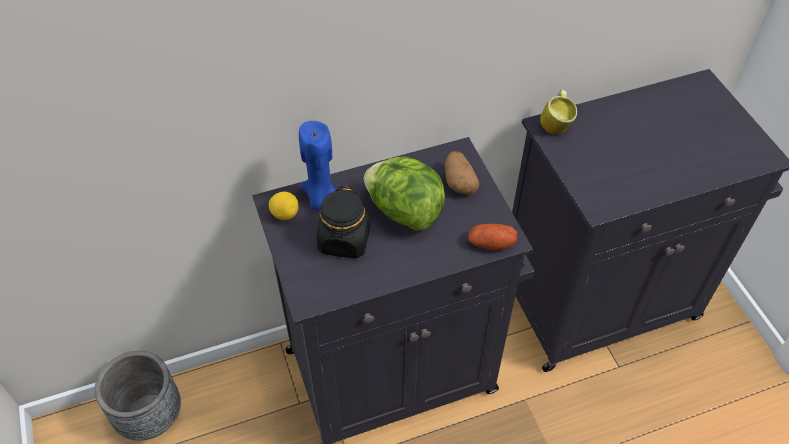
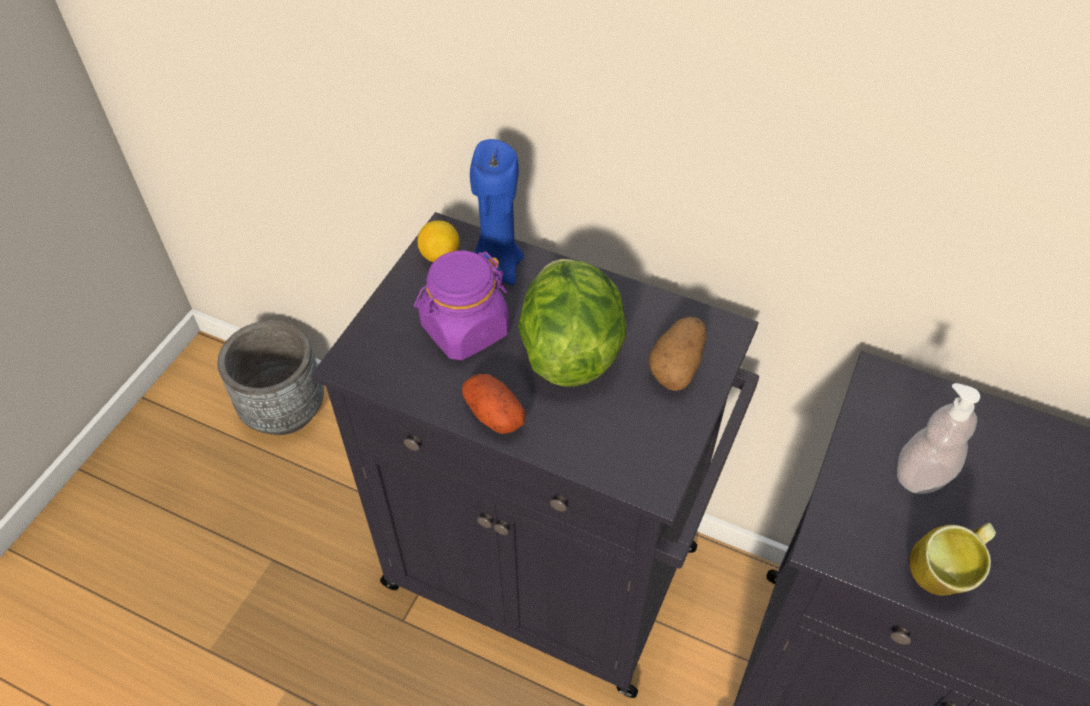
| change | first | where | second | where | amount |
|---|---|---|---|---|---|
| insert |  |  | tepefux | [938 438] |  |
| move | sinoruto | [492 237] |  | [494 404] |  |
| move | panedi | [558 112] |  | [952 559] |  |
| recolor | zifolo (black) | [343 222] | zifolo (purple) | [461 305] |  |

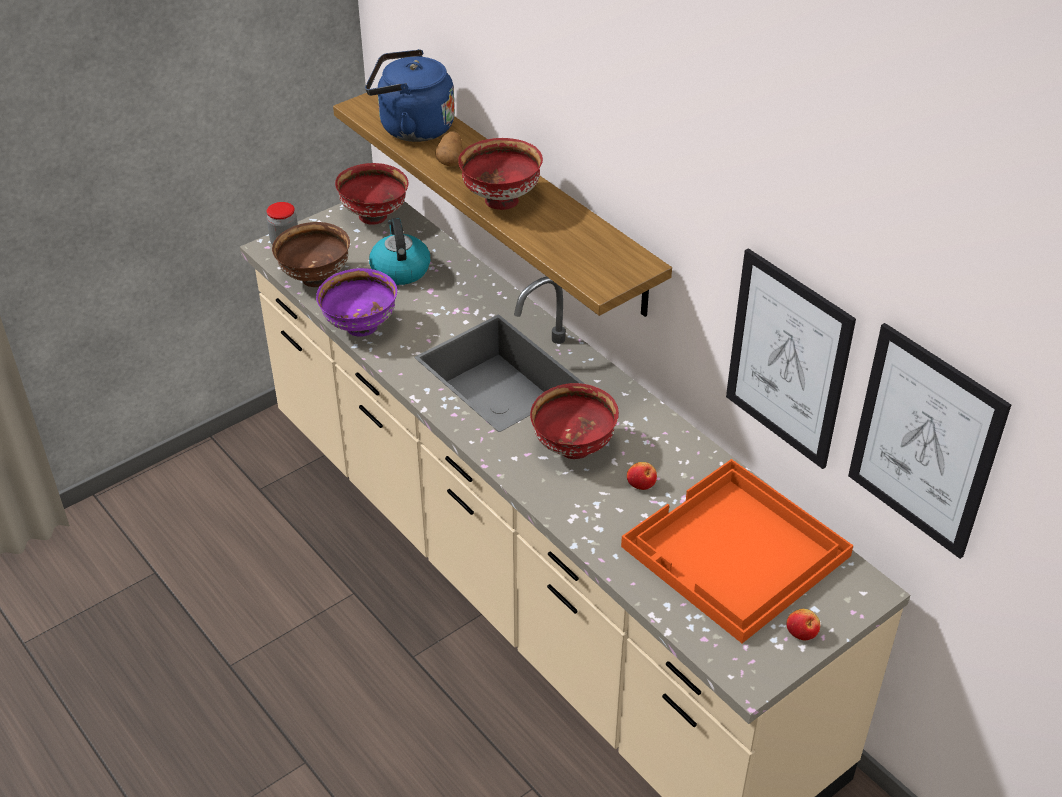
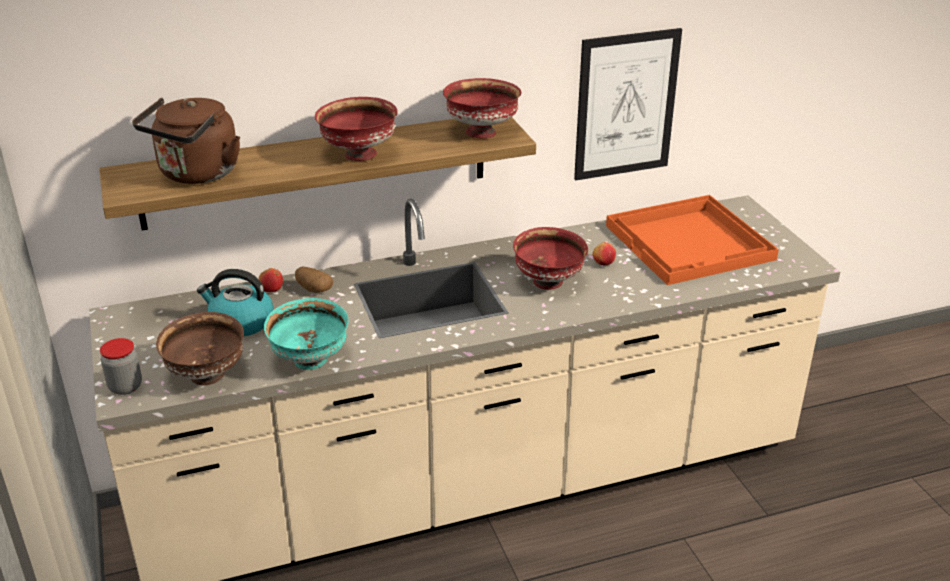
| change | first | where | second | where | amount |
|---|---|---|---|---|---|
| delete | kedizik | [929 441] |  |  |  |
| move | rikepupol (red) | [371 194] |  | [482 108] |  |
| move | sinoruto | [448 149] |  | [314 279] |  |
| move | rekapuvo | [803 624] |  | [271 280] |  |
| recolor | rikepupol (purple) | [356 302] | rikepupol (turquoise) | [306 334] |  |
| recolor | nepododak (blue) | [410 95] | nepododak (brown) | [186 140] |  |

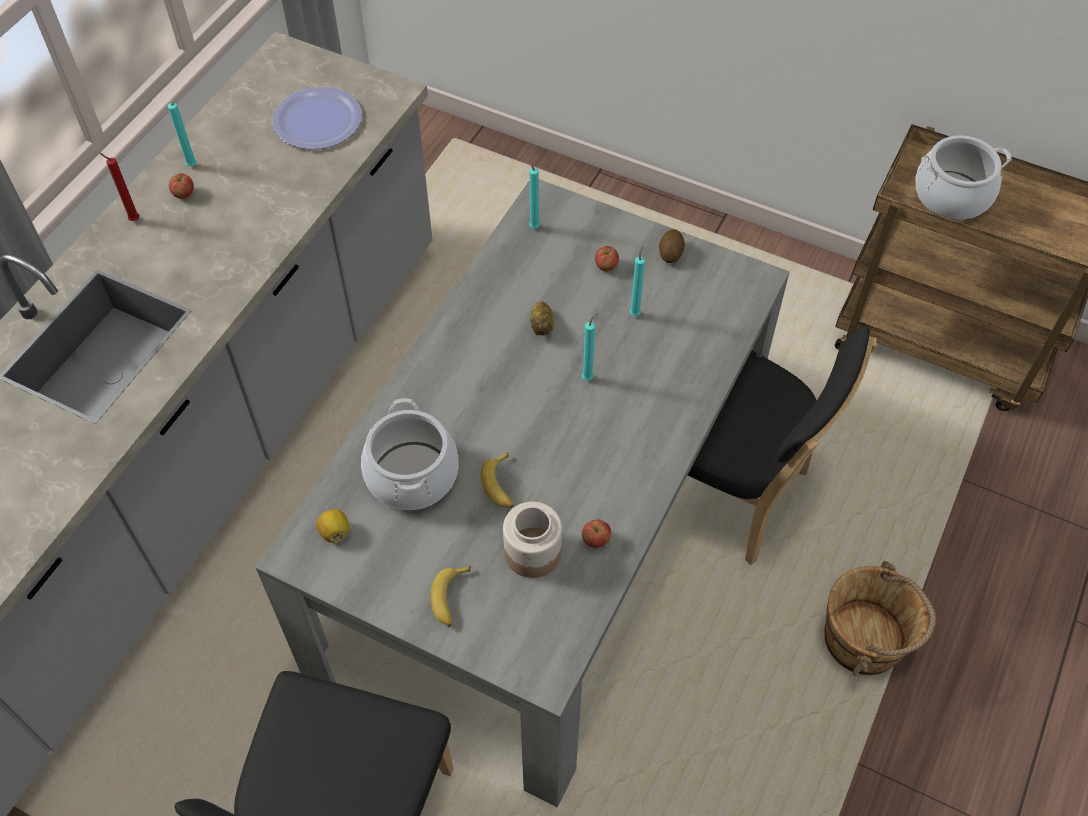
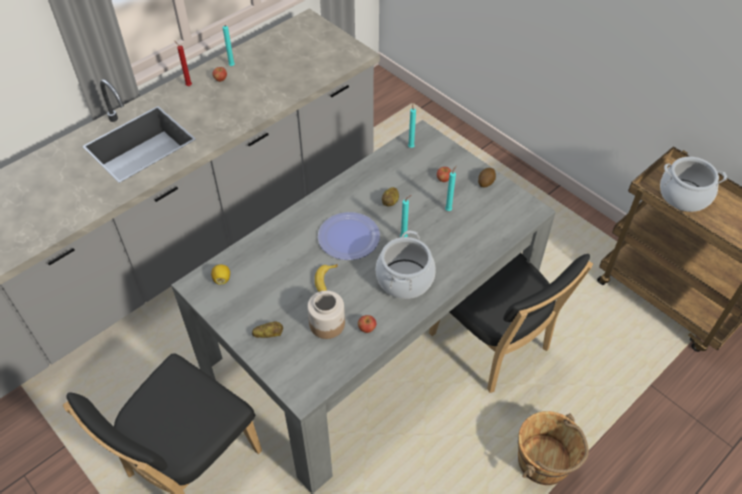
| change | first | where | second | where | amount |
|---|---|---|---|---|---|
| move | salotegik | [317 118] |  | [349 236] |  |
| move | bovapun | [409 454] |  | [406 265] |  |
| replace | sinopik | [451 596] | sinoruto | [267 330] |  |

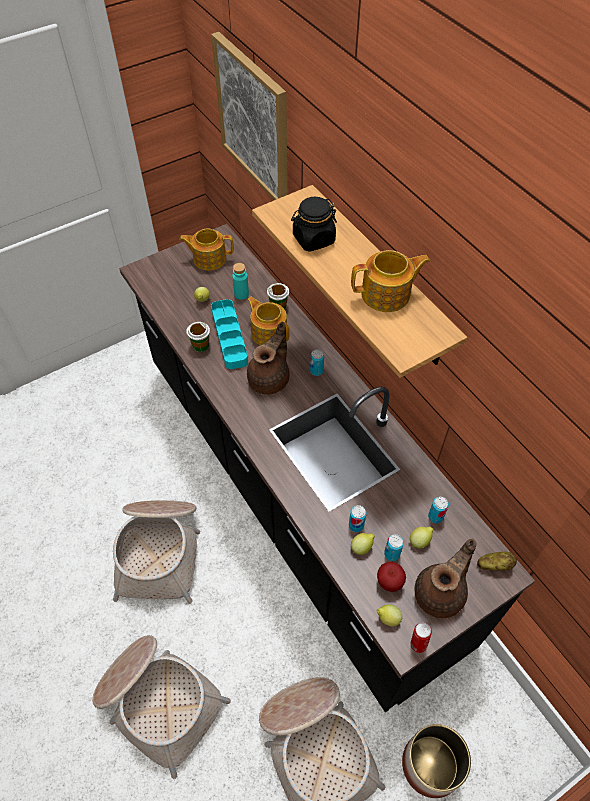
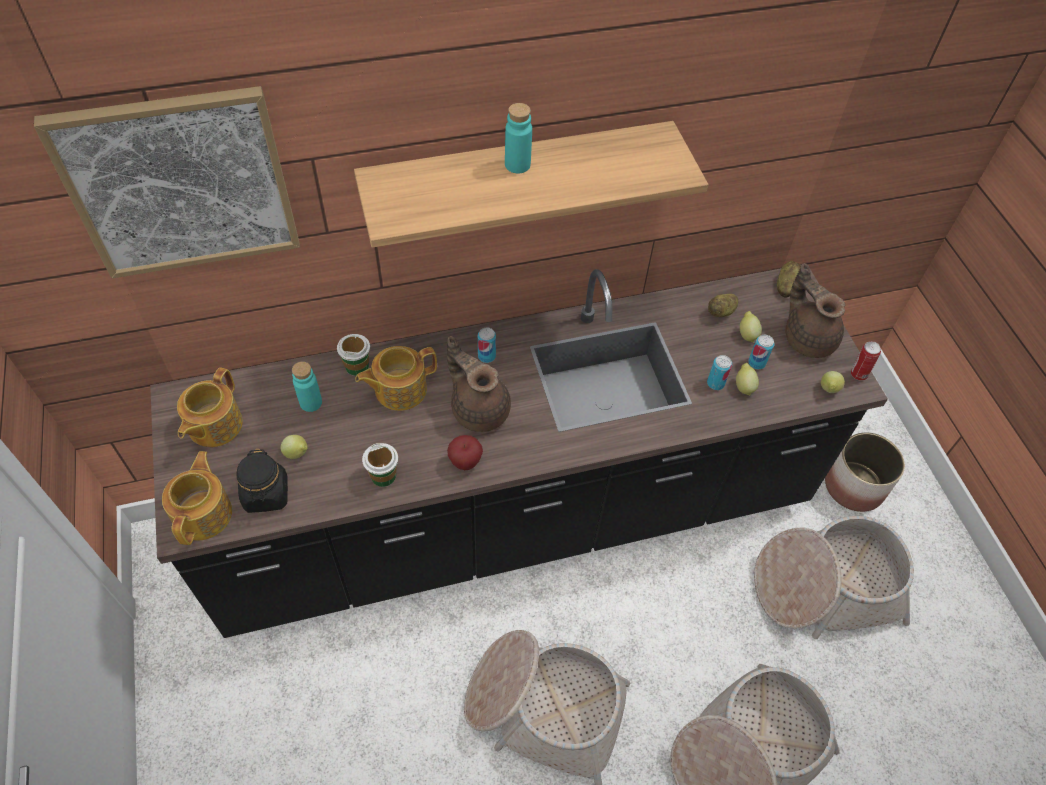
| change | first | where | second | where | amount |
|---|---|---|---|---|---|
| delete | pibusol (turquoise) | [229 334] |  |  |  |
| insert |  |  | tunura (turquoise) | [518 138] |  |
| move | zifolo (black) | [314 224] |  | [262 481] |  |
| move | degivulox | [390 281] |  | [197 498] |  |
| move | rekapuvo | [391 577] |  | [465 452] |  |
| replace | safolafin | [438 510] | sinoruto | [723 305] |  |

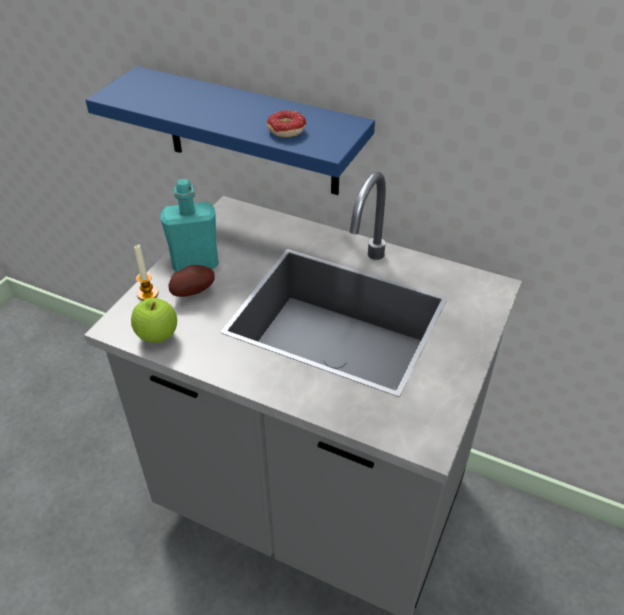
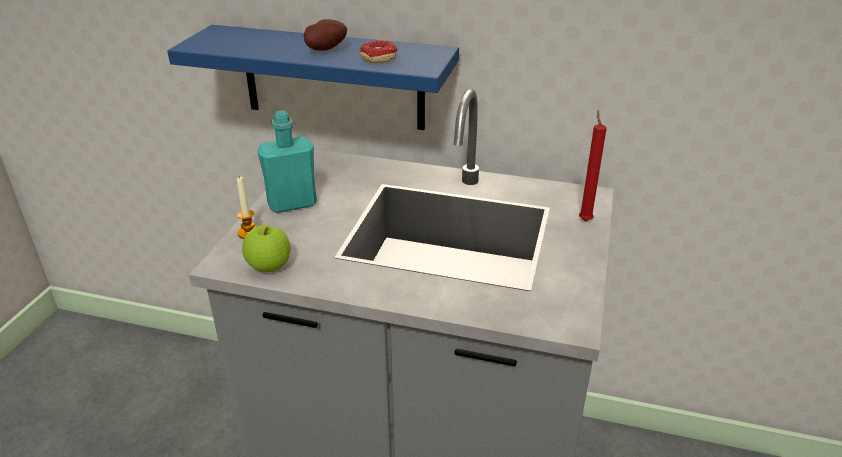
| change | first | where | second | where | amount |
|---|---|---|---|---|---|
| insert |  |  | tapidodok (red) | [593 165] |  |
| move | sinoruto | [191 281] |  | [325 35] |  |

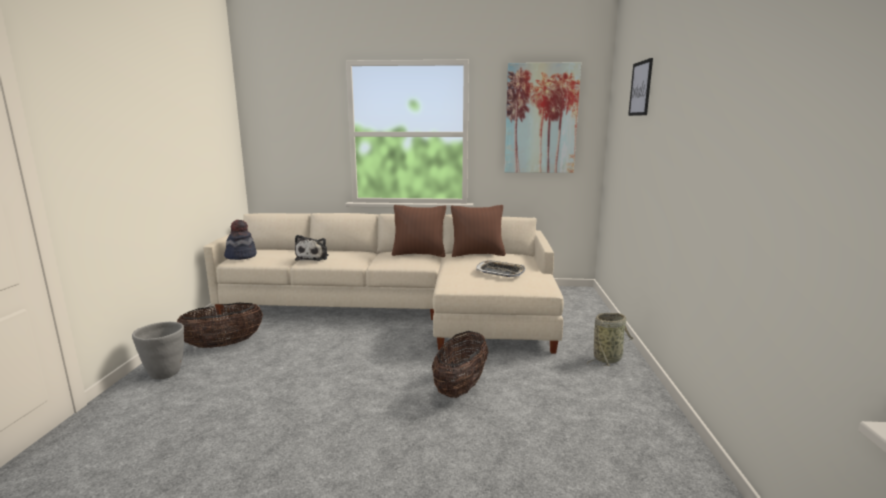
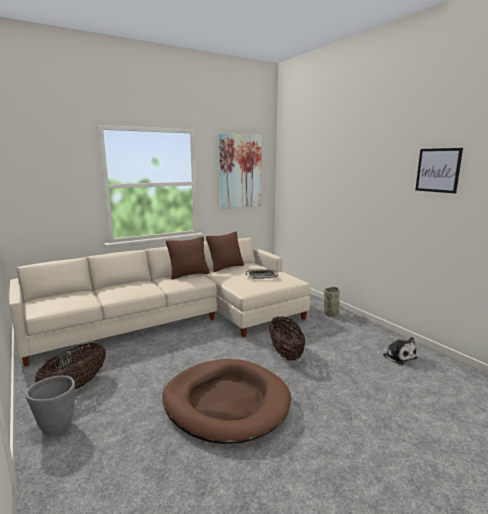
| change | first | where | second | where | amount |
|---|---|---|---|---|---|
| delete | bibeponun | [240 240] |  |  |  |
| insert |  |  | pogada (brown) | [226 401] |  |
| move | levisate | [312 248] |  | [398 351] |  |
| move | kedizik | [640 87] |  | [439 171] |  |

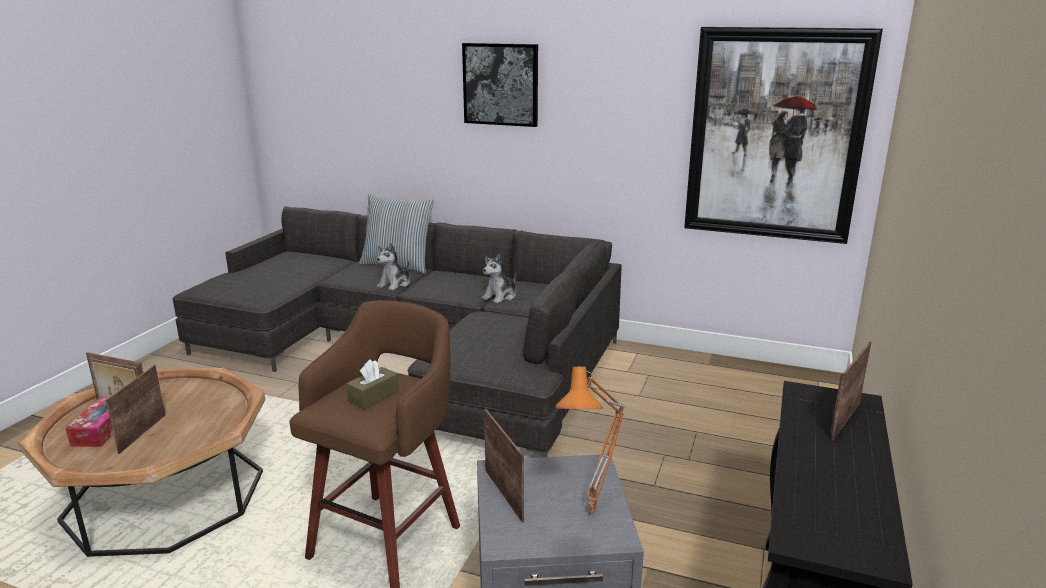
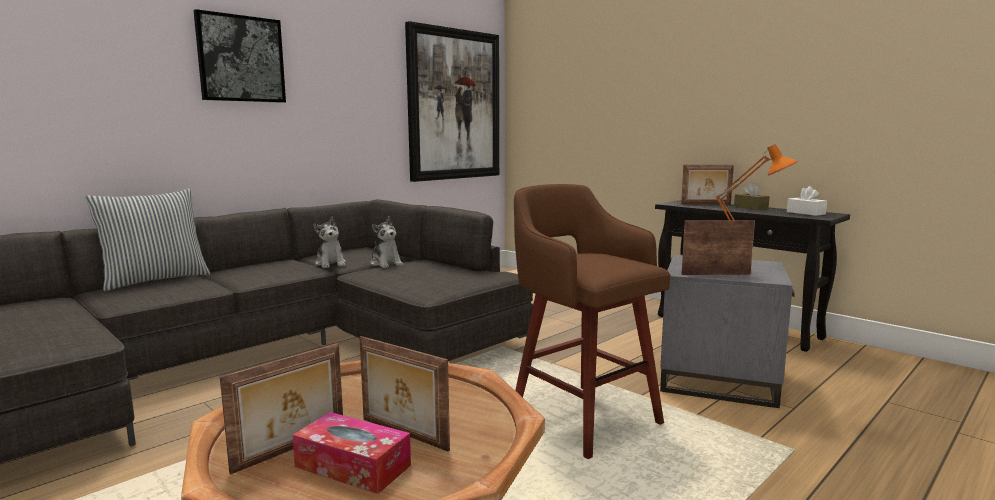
| change | first | where | second | where | amount |
|---|---|---|---|---|---|
| insert |  |  | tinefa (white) | [807 201] |  |
| move | tinefa (brown) | [372 384] |  | [752 196] |  |
| move | levisate | [393 267] |  | [386 242] |  |
| rotate | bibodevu | [851 391] |  | [707 184] | 60 degrees counterclockwise |

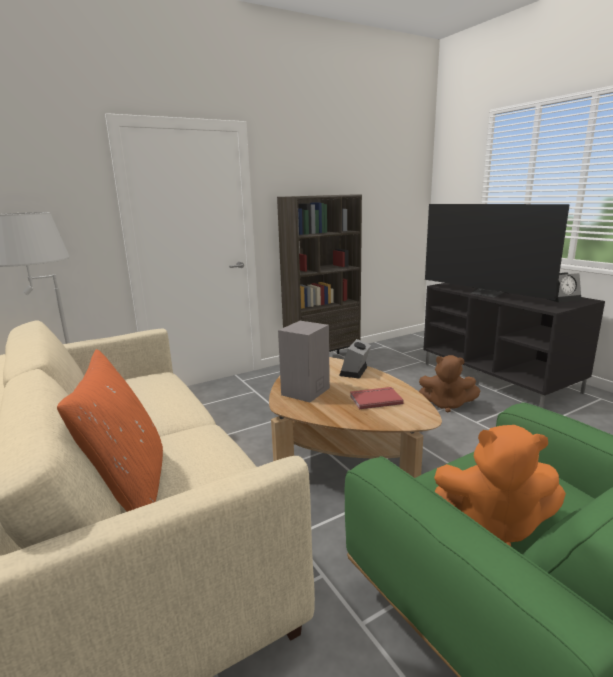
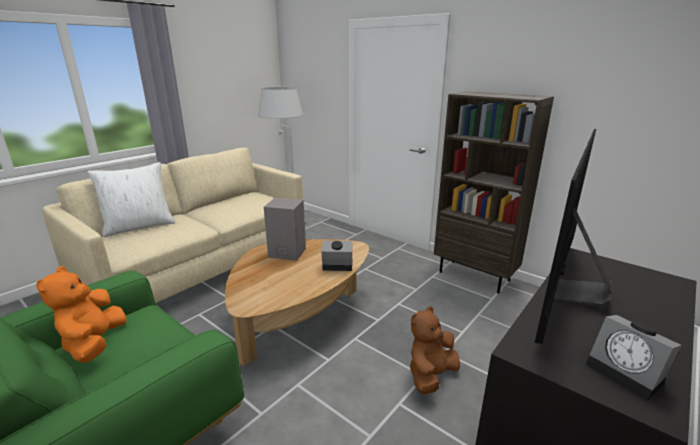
| change | first | where | second | where | amount |
|---|---|---|---|---|---|
| delete | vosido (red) | [377 398] |  |  |  |
| recolor | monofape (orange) | [110 430] | monofape (white) | [131 199] |  |
| rotate | levisate (brown) | [449 384] |  | [435 350] | 45 degrees clockwise |

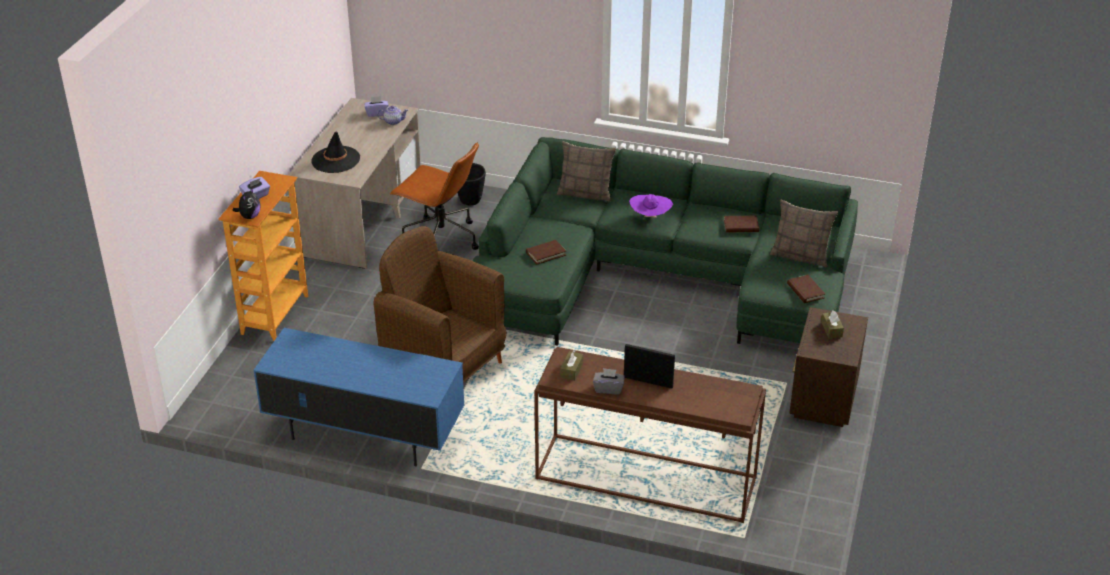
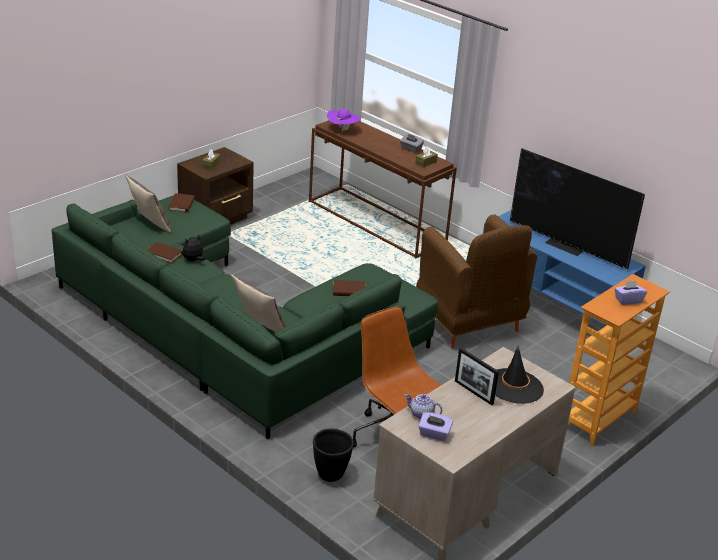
| change | first | where | second | where | amount |
|---|---|---|---|---|---|
| insert |  |  | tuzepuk | [577 208] |  |
| move | levisate | [247 203] |  | [194 248] |  |
| move | bibodevu | [649 366] |  | [477 376] |  |
| move | bibeponun (purple) | [651 206] |  | [344 120] |  |

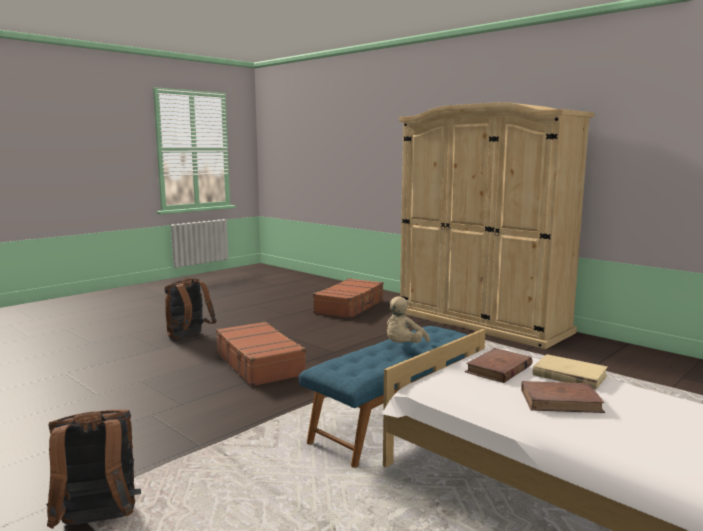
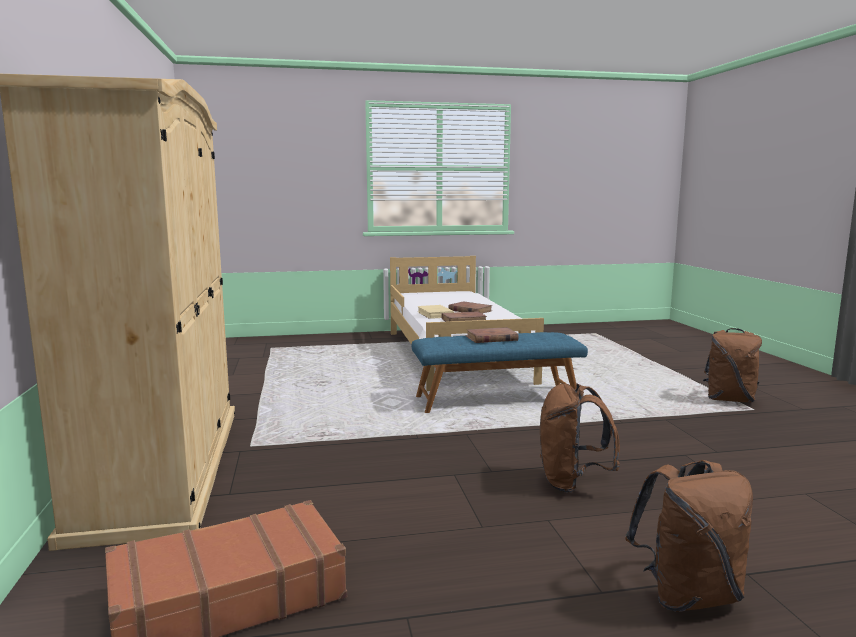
| change | first | where | second | where | amount |
|---|---|---|---|---|---|
| replace | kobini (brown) | [261 354] | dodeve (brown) | [580 438] |  |
| replace | levisate (beige) | [408 319] | vosido (brown) | [492 335] |  |

